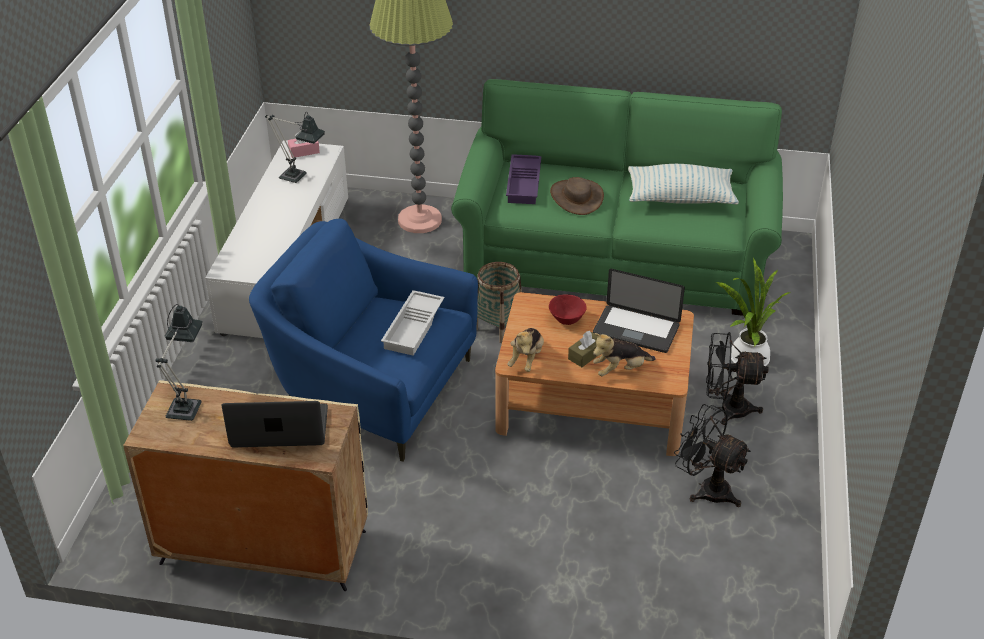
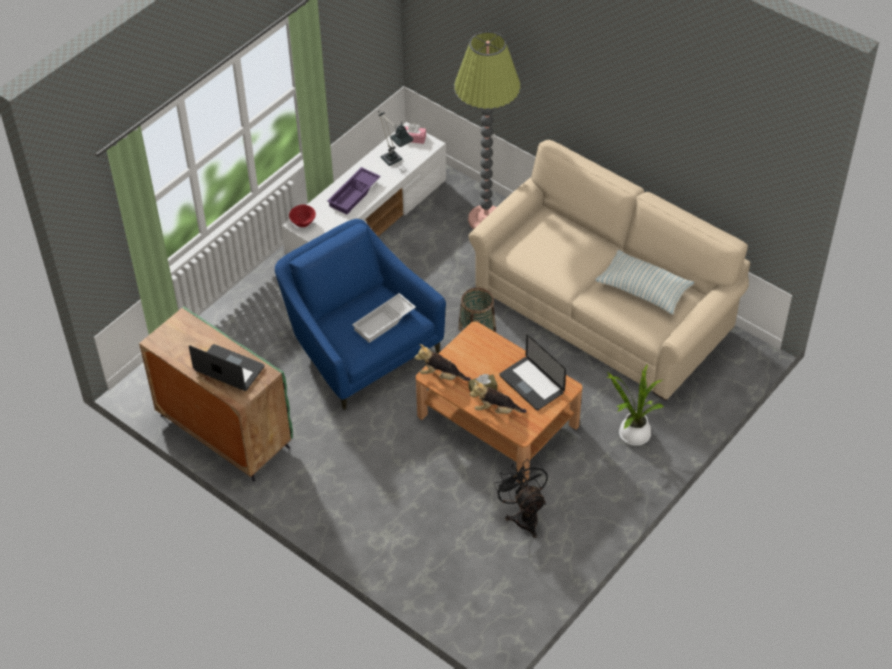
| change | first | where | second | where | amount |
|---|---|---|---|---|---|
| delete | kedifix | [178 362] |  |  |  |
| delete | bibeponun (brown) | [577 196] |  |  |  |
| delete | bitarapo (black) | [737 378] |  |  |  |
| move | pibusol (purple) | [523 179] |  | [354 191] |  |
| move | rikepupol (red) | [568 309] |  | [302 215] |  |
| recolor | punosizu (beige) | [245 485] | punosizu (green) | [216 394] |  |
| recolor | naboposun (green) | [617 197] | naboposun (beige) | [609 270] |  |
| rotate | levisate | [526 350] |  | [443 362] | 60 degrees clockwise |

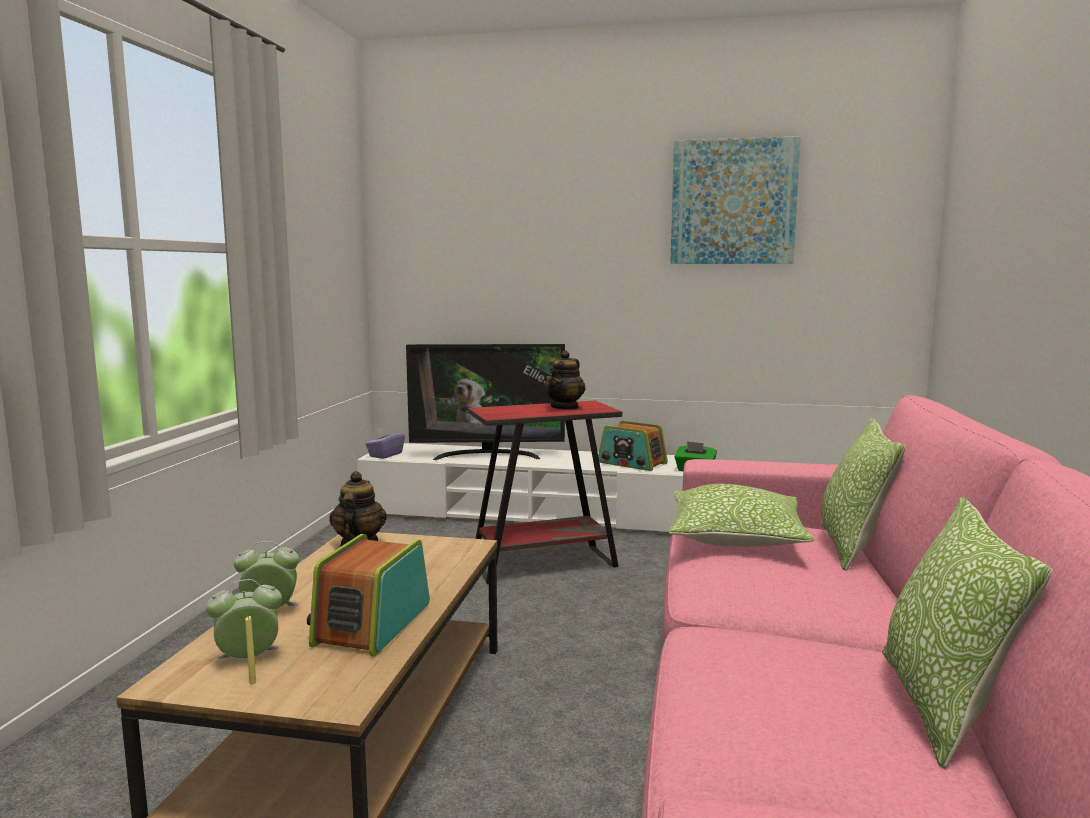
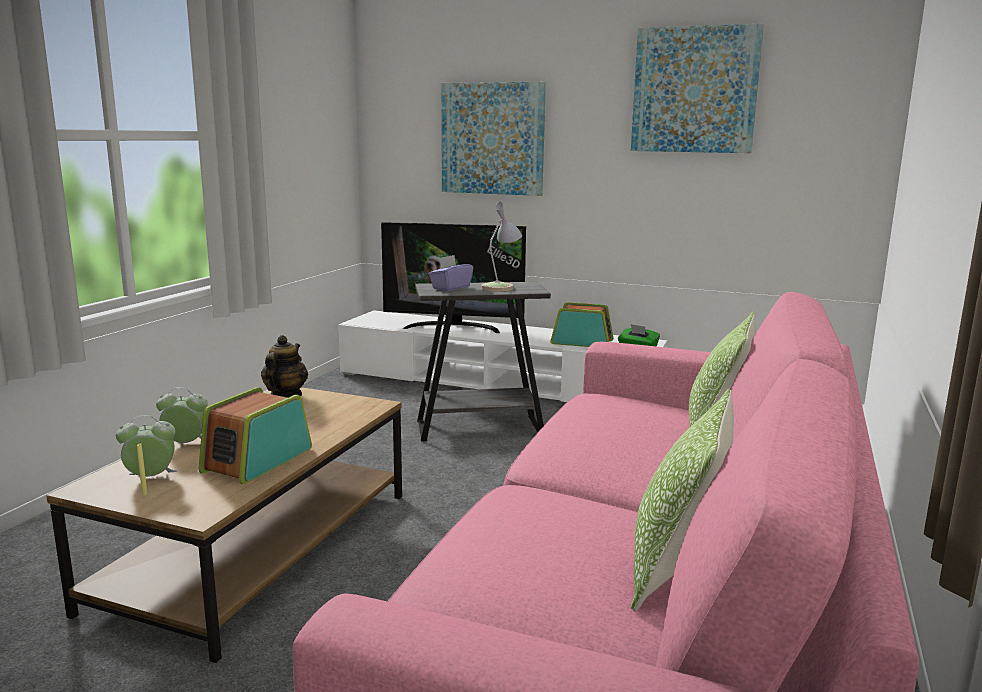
| change | first | where | second | where | amount |
|---|---|---|---|---|---|
| delete | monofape | [742 515] |  |  |  |
| insert |  |  | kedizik | [493 139] |  |
| move | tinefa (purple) | [385 442] |  | [451 273] |  |
| replace | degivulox | [565 380] | kedifix | [501 247] |  |
| recolor | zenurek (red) | [545 492] | zenurek (grey) | [483 362] |  |
| rotate | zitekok | [633 446] |  | [582 324] | 150 degrees clockwise |

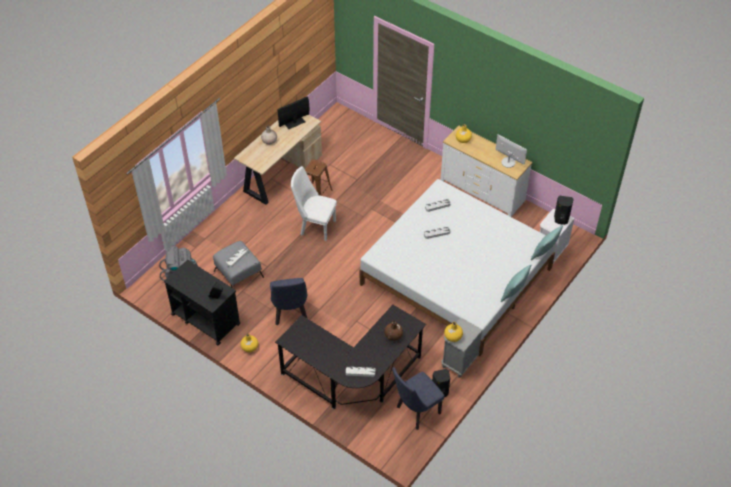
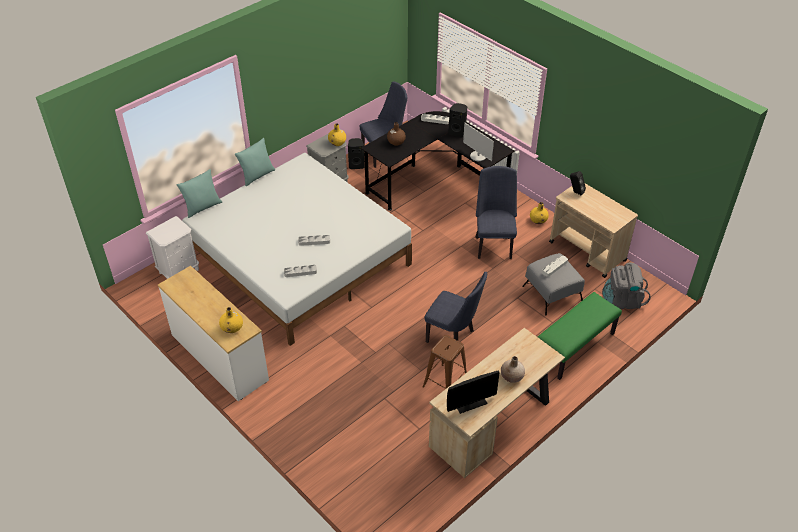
| change | first | where | second | where | amount |
|---|---|---|---|---|---|
| insert |  |  | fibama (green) | [580 336] |  |
| move | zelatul | [511 151] |  | [478 142] |  |
| move | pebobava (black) | [564 210] |  | [458 120] |  |
| recolor | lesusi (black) | [202 302] | lesusi (beige) | [593 230] |  |
| recolor | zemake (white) | [314 203] | zemake (blue) | [456 307] |  |

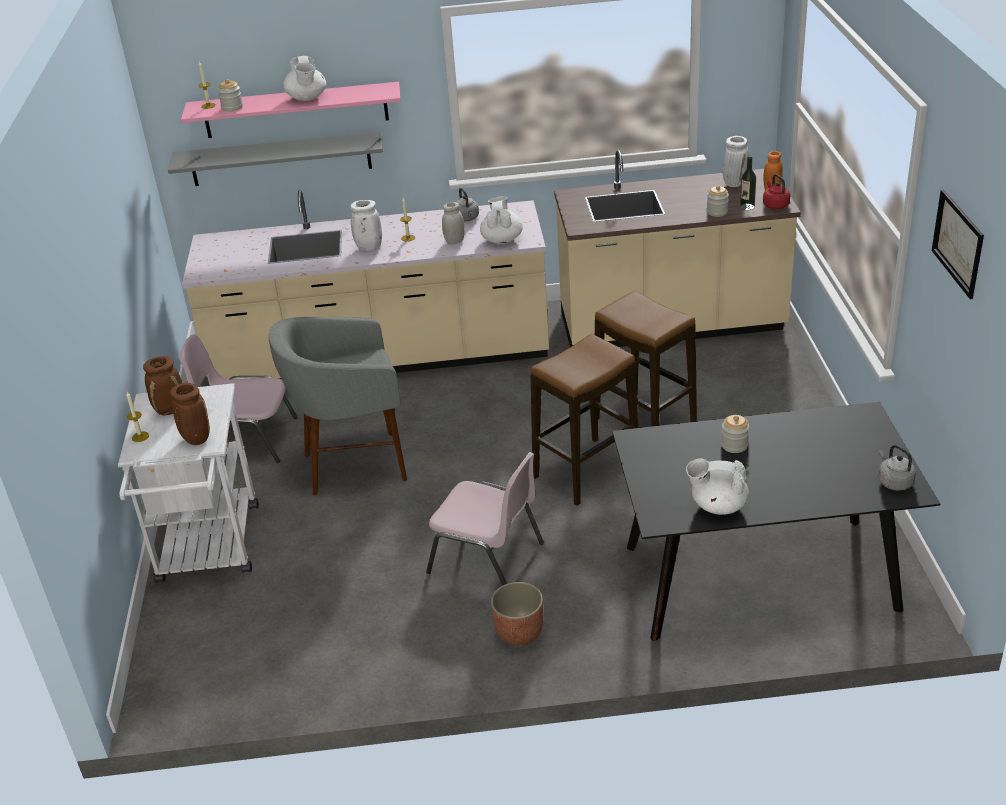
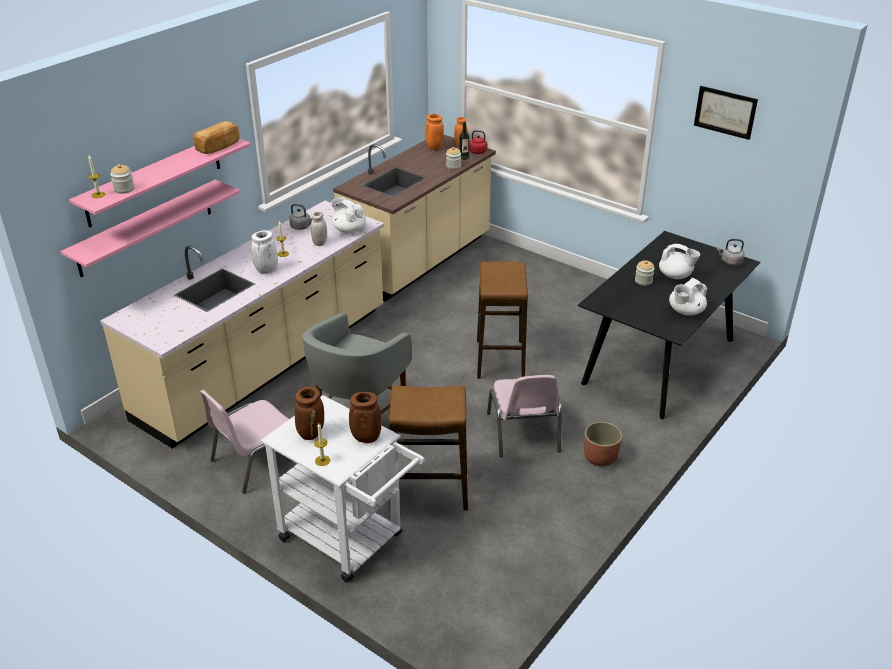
| change | first | where | second | where | amount |
|---|---|---|---|---|---|
| insert |  |  | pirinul | [216 137] |  |
| move | degivulox (white) | [304 78] |  | [679 261] |  |
| move | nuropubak | [646 358] |  | [428 448] |  |
| recolor | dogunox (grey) | [275 159] | dogunox (pink) | [150 228] |  |
| recolor | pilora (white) | [736 161] | pilora (orange) | [434 132] |  |
| rotate | zemake (pink) | [485 518] |  | [524 416] | 105 degrees clockwise |

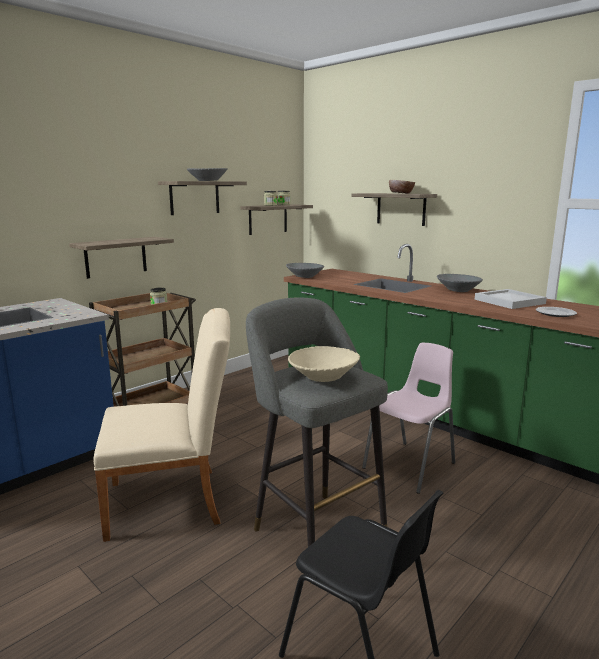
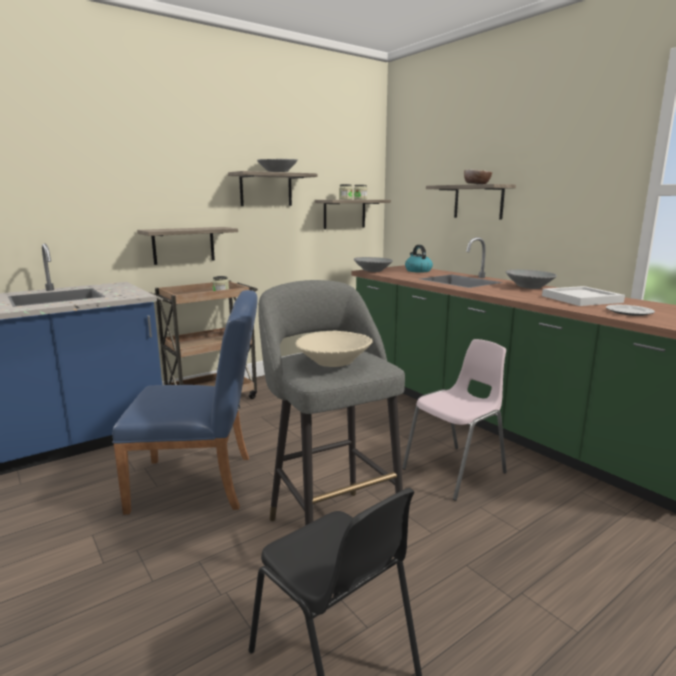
| change | first | where | second | where | amount |
|---|---|---|---|---|---|
| insert |  |  | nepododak | [419 259] |  |
| recolor | zemake (beige) | [162 425] | zemake (blue) | [184 402] |  |

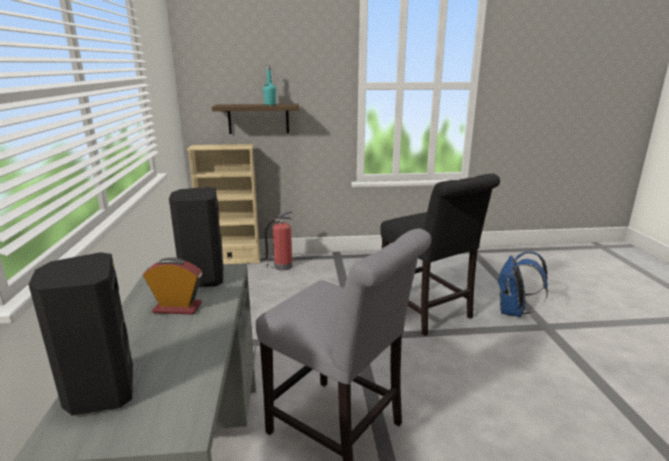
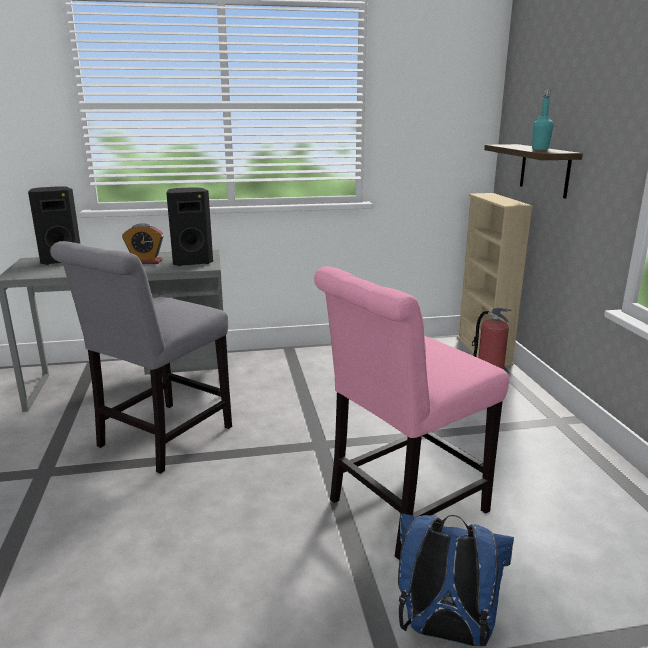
| change | first | where | second | where | amount |
|---|---|---|---|---|---|
| recolor | zemake (black) | [440 255] | zemake (pink) | [411 413] |  |
| rotate | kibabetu | [172 285] |  | [143 243] | 90 degrees clockwise |

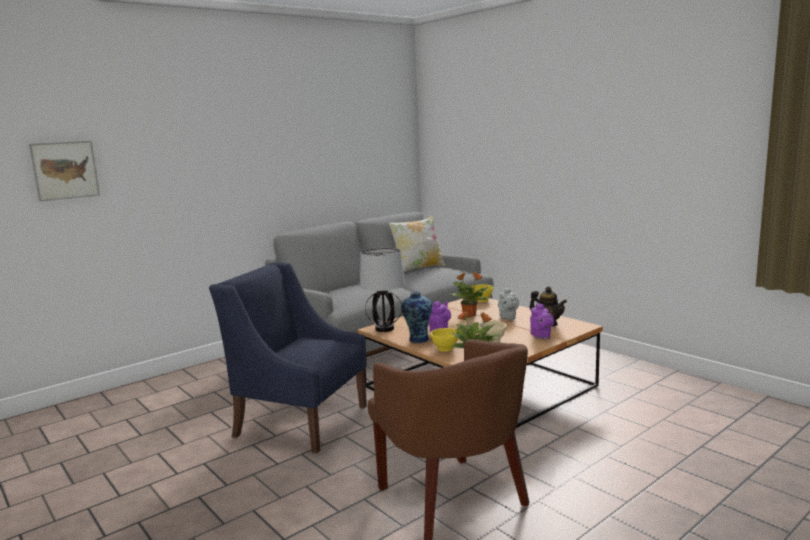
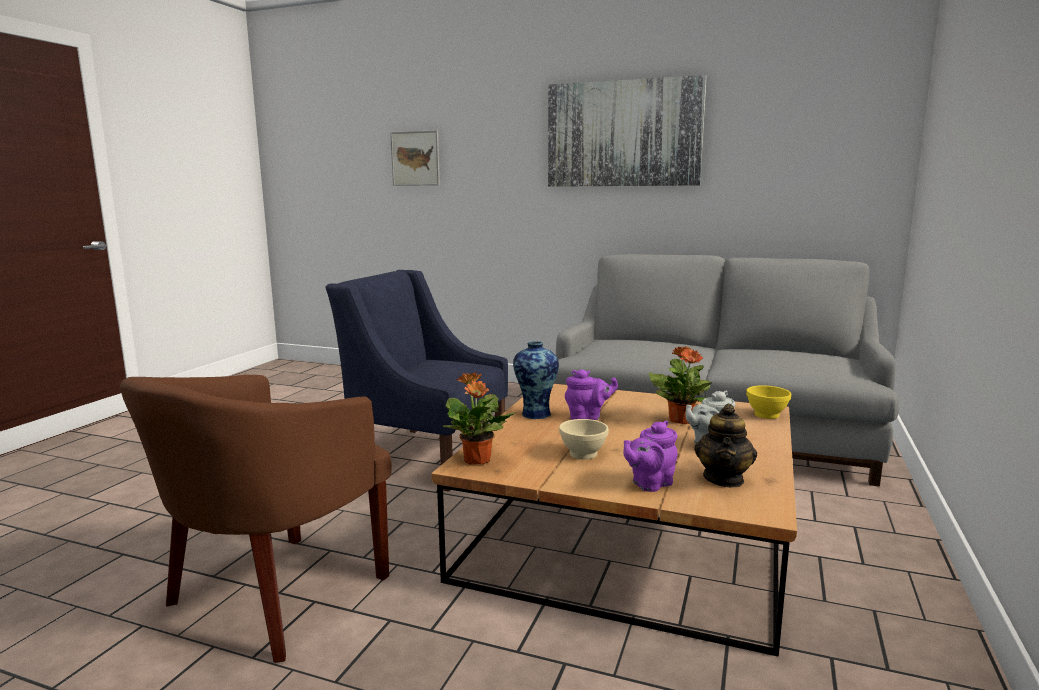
| change | first | where | second | where | amount |
|---|---|---|---|---|---|
| delete | kedifix | [382 290] |  |  |  |
| delete | monofape | [416 243] |  |  |  |
| delete | rikepupol (yellow) | [444 340] |  |  |  |
| insert |  |  | kedizik | [627 131] |  |
| rotate | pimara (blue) | [288 357] |  | [417 381] | 60 degrees counterclockwise |

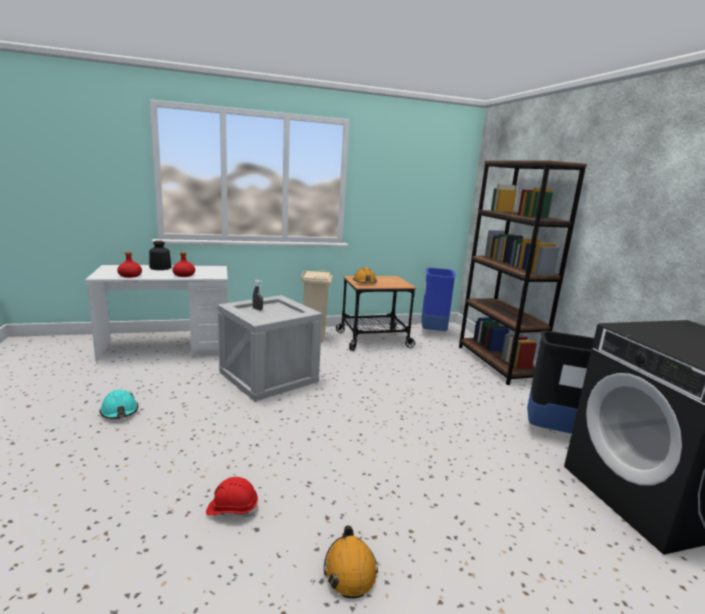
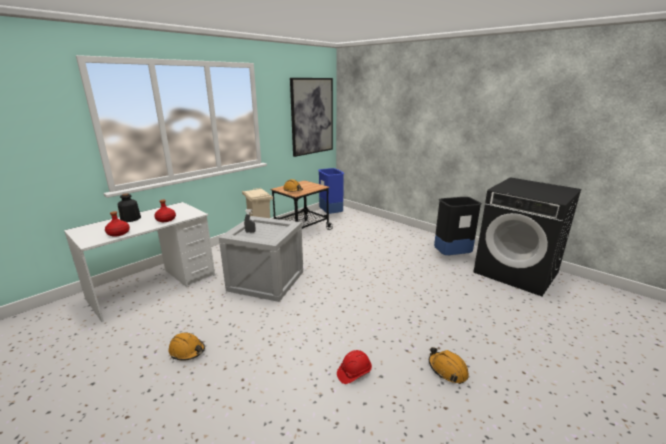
| change | first | where | second | where | amount |
|---|---|---|---|---|---|
| delete | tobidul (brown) | [523 272] |  |  |  |
| insert |  |  | kedizik | [311 117] |  |
| recolor | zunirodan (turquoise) | [118 404] | zunirodan (orange) | [186 347] |  |

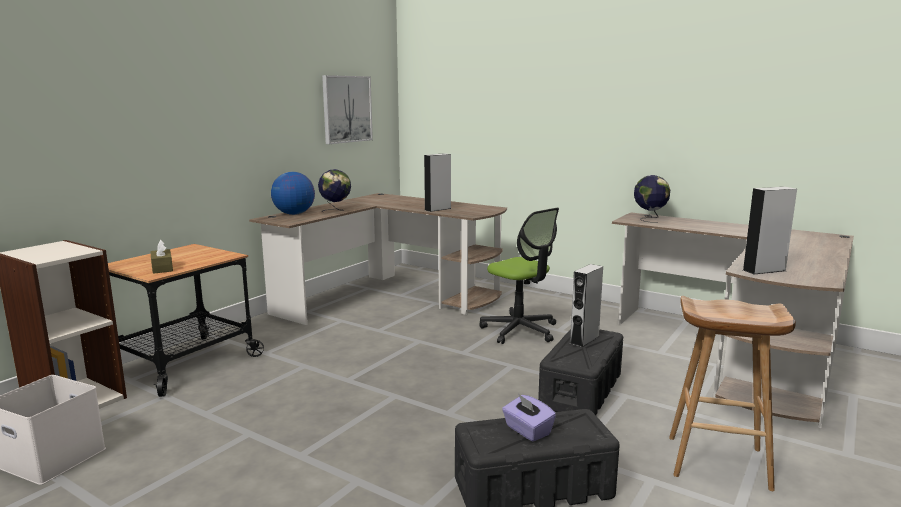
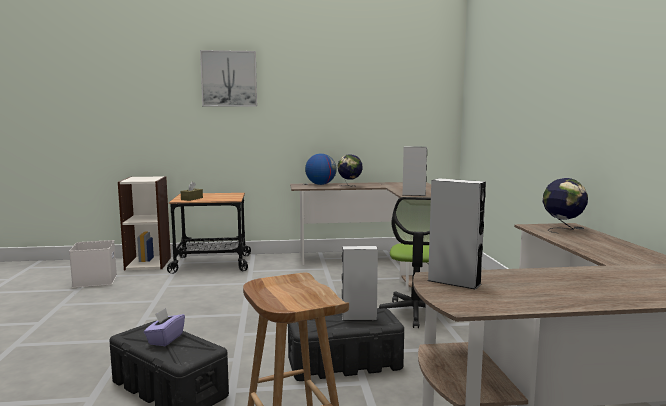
| change | first | where | second | where | amount |
|---|---|---|---|---|---|
| move | kedizik | [347 109] |  | [228 78] |  |

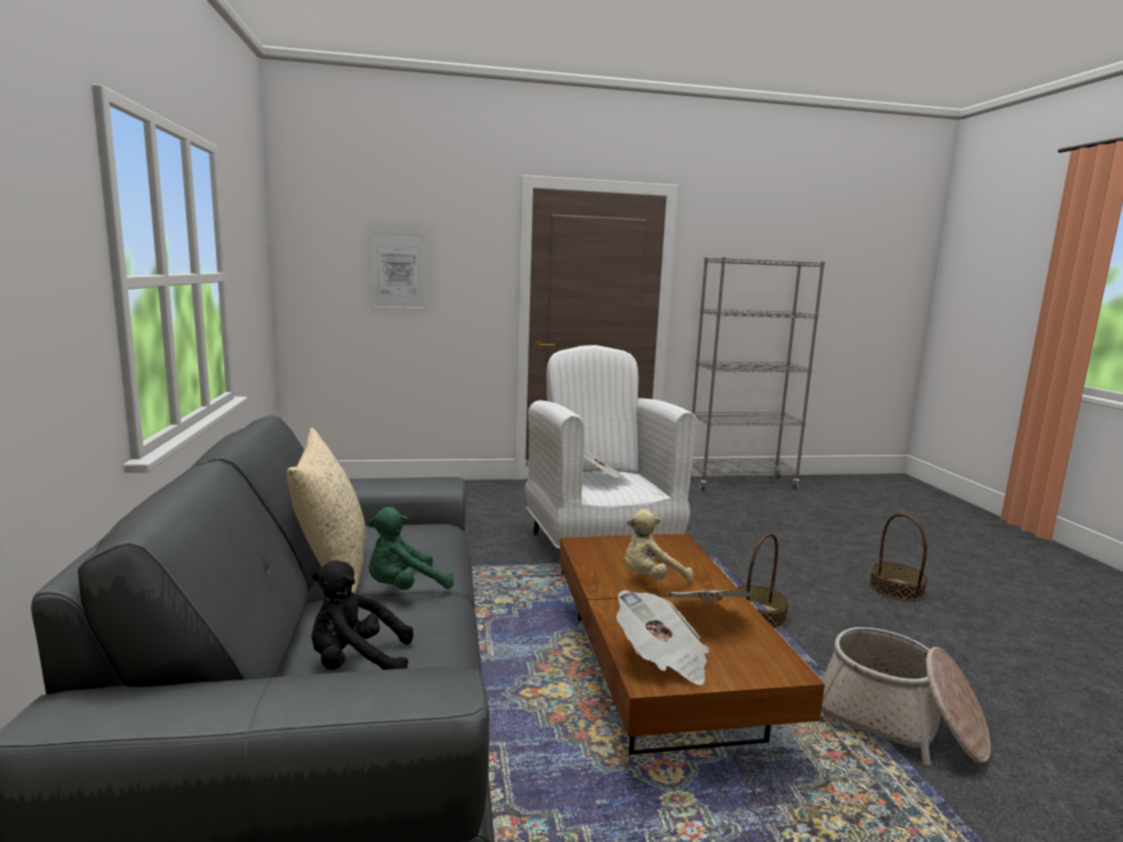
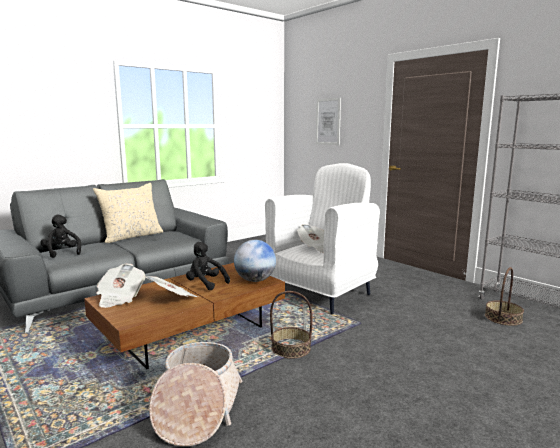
| change | first | where | second | where | amount |
|---|---|---|---|---|---|
| delete | levisate (green) | [410 548] |  |  |  |
| insert |  |  | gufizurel | [255 261] |  |
| move | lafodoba | [898 557] |  | [504 296] |  |
| recolor | levisate (beige) | [659 545] | levisate (black) | [208 266] |  |

